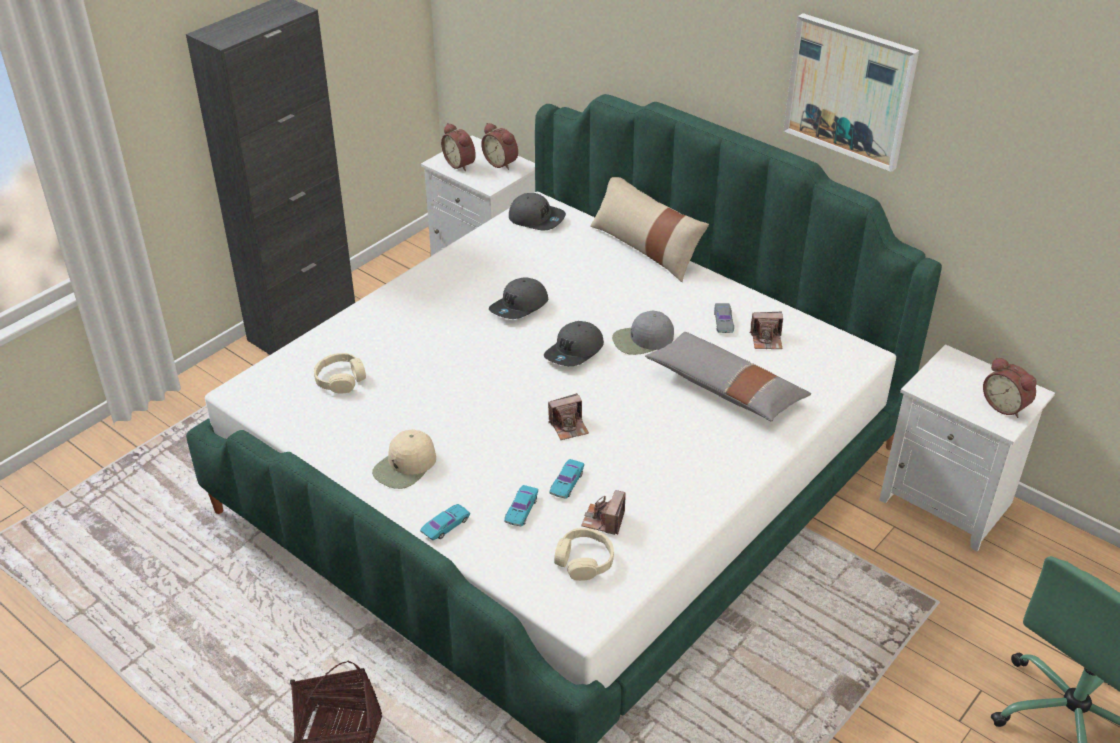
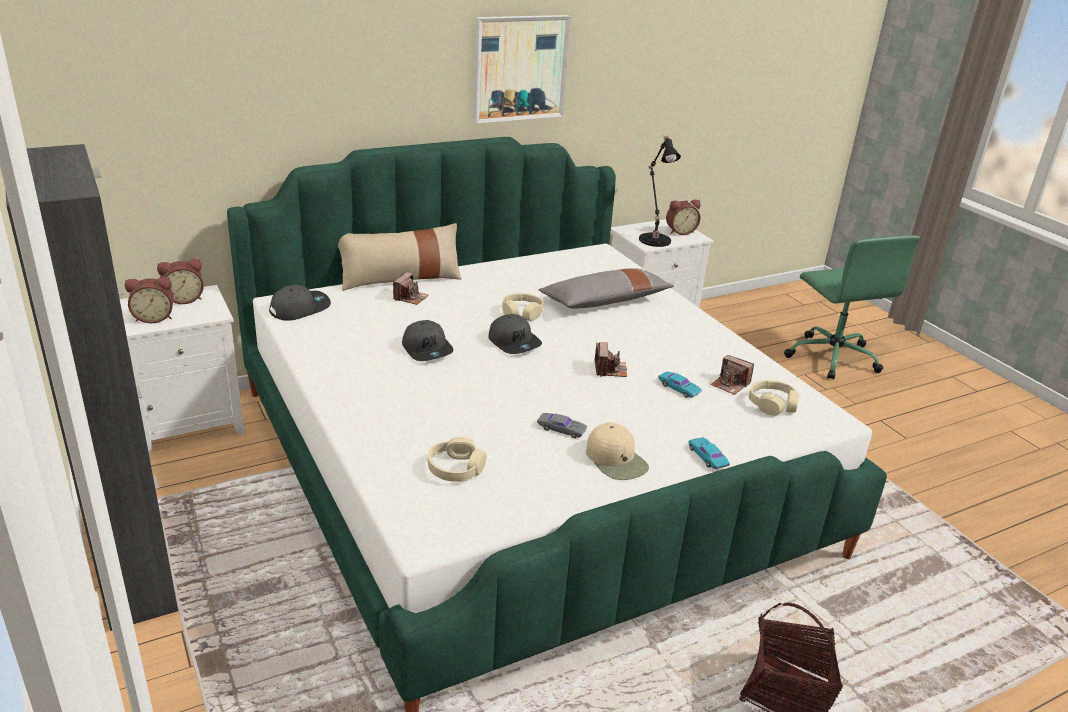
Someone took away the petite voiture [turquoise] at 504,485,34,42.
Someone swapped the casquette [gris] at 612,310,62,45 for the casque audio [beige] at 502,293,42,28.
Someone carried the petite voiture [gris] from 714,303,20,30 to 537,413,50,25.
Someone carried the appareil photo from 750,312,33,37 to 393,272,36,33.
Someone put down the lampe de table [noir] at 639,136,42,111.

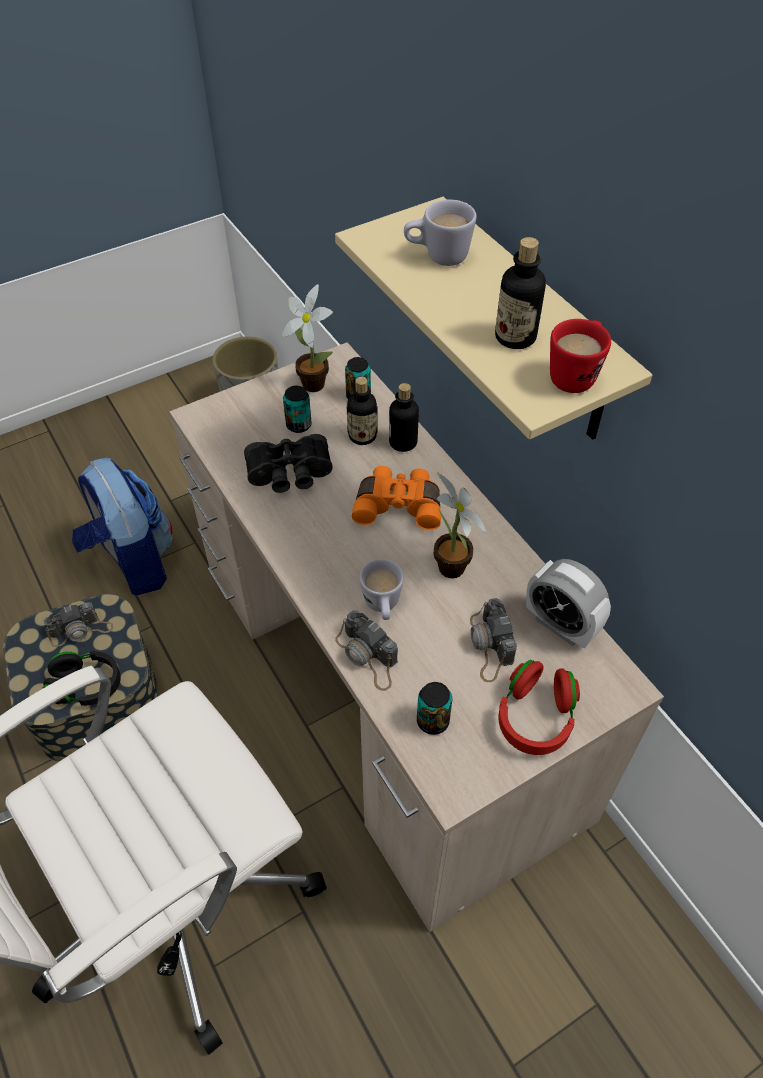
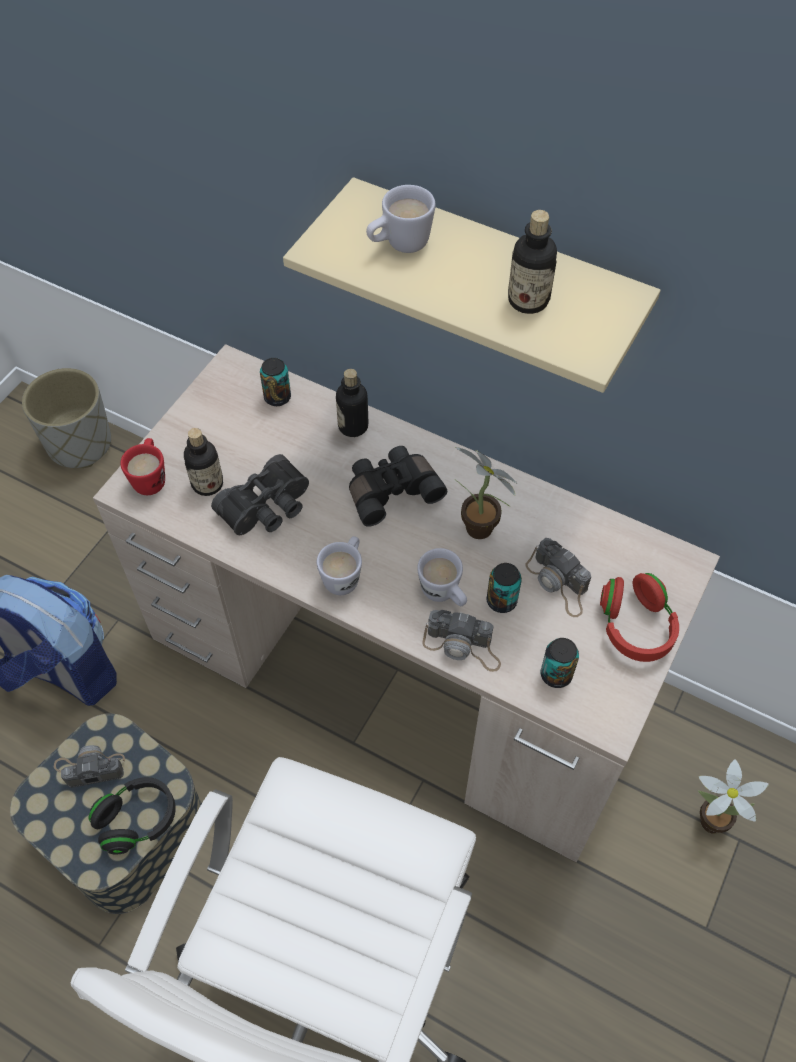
Someone rotated the appareil photo at 43,602,71,45 by 135 degrees counterclockwise.
Someone carried the plante en pot from 282,284,51,108 to 698,759,71,75.
Someone carried the boîte métallique from 283,386,29,47 to 486,563,36,50.
Someone carried the bouteille from 346,377,32,68 to 184,428,39,68.
Someone repainted the jumelles [orange] at 352,466,89,64, which became the jumelles [noir] at 349,446,98,81.
Someone took away the réveil at 526,559,85,89.
Someone carried the mug [rouge] from 550,319,61,74 to 120,438,45,57.
Someone put down the mug [blanc] at 317,536,45,59.

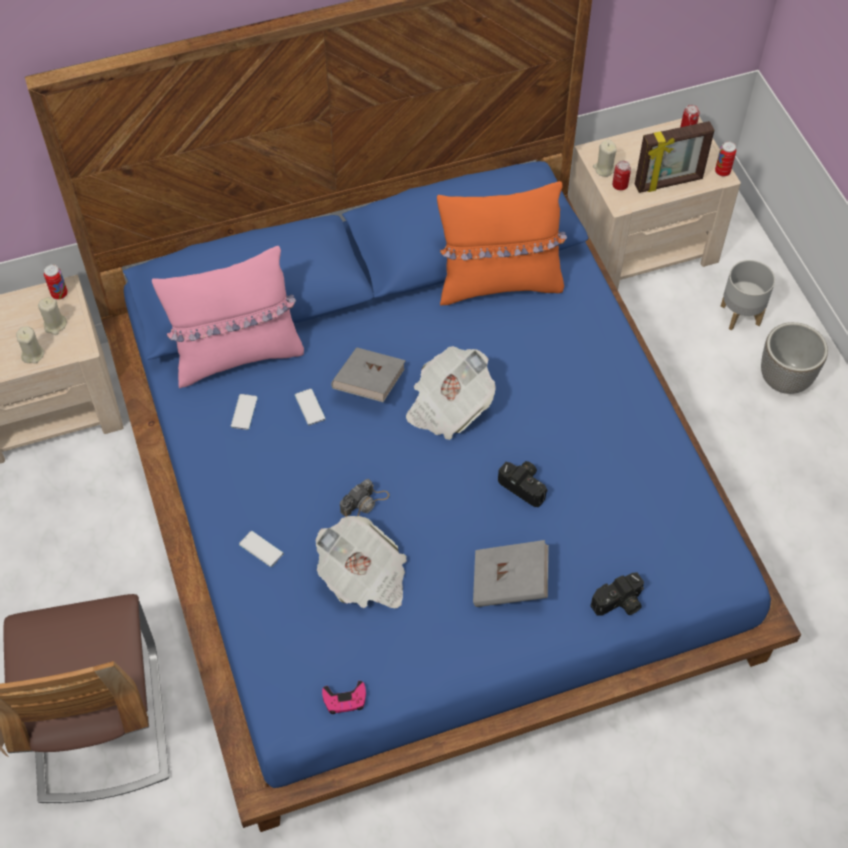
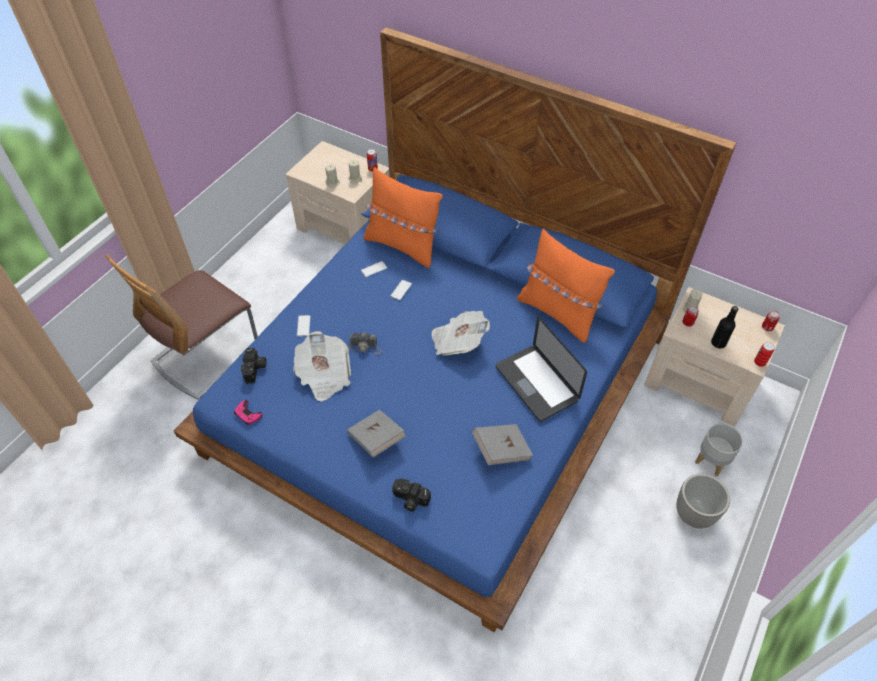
Someone repainted the coussin [rose] at 152,246,152,142, which became the coussin [orange] at 363,167,79,101.
Someone carried the livre [gris] from 331,348,75,54 to 472,424,61,41.
Someone carried the appareil photo from 498,461,50,46 to 241,348,26,36.
Someone swapped the cadre photo at 635,121,79,72 for the bouteille [noir] at 711,306,27,43.
Someone put down the ordinateur portable at 496,317,91,105.

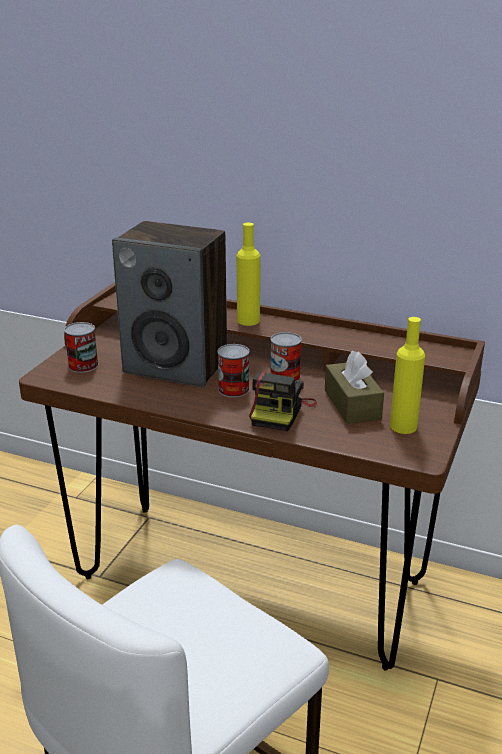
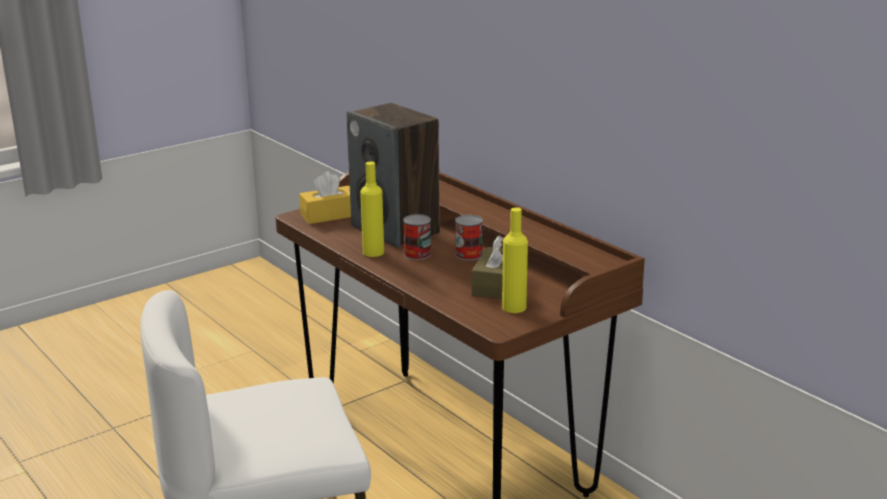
Someone swapped the boîte métallique at 64,322,35,51 for the boîte à mouchoirs [jaune] at 299,171,52,53.
Someone carried the bouteille [jaune] from 237,223,23,103 to 360,162,24,95.
Someone took away the appareil photo at 249,372,68,59.

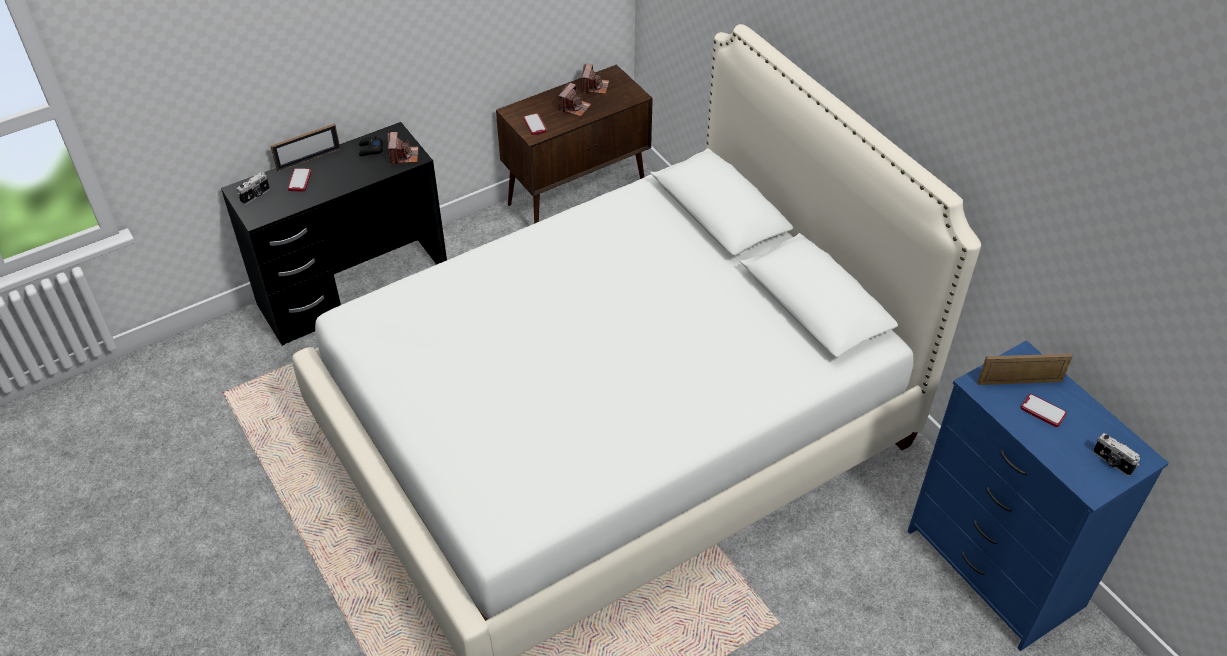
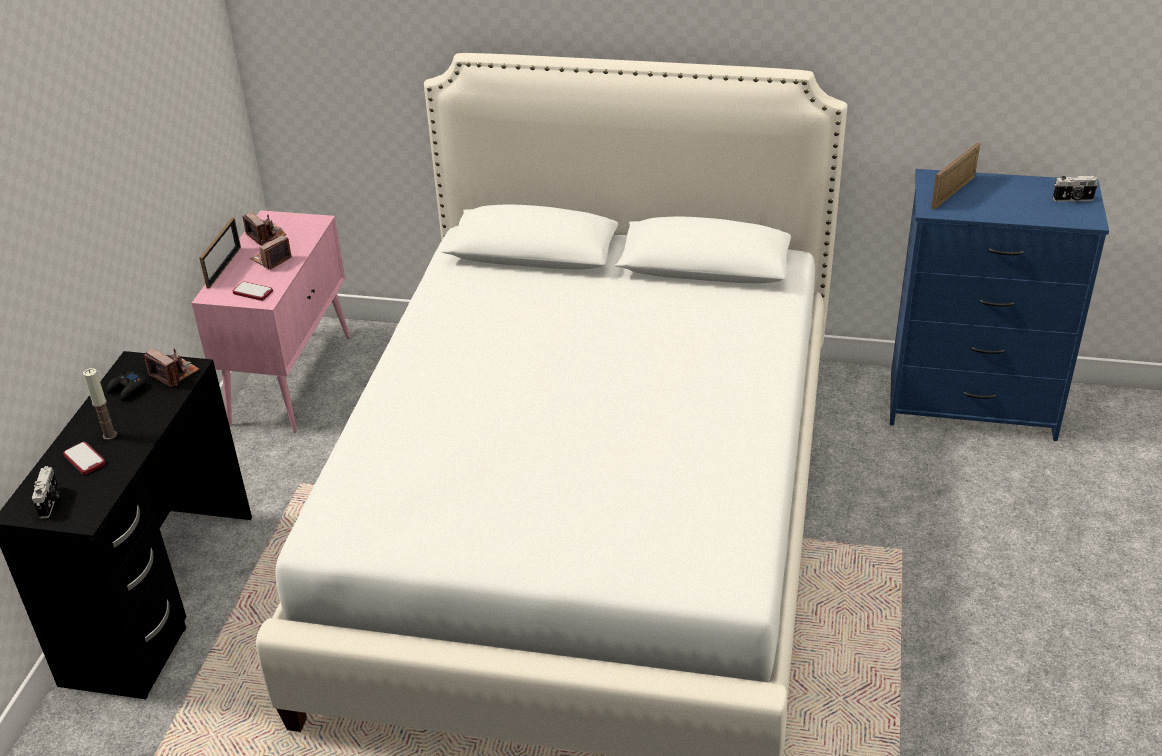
Someone carried the cadre photo from 271,124,69,48 to 199,218,42,71.
Someone repainted the meuble de rangement [marron] at 496,64,157,160, which became the meuble de rangement [rose] at 192,210,158,222.
Someone rotated the appareil photo at 558,83,33,34 by 120 degrees counterclockwise.
Someone took away the téléphone at 1021,394,46,33.
Someone put down the bougie at 83,368,34,72.

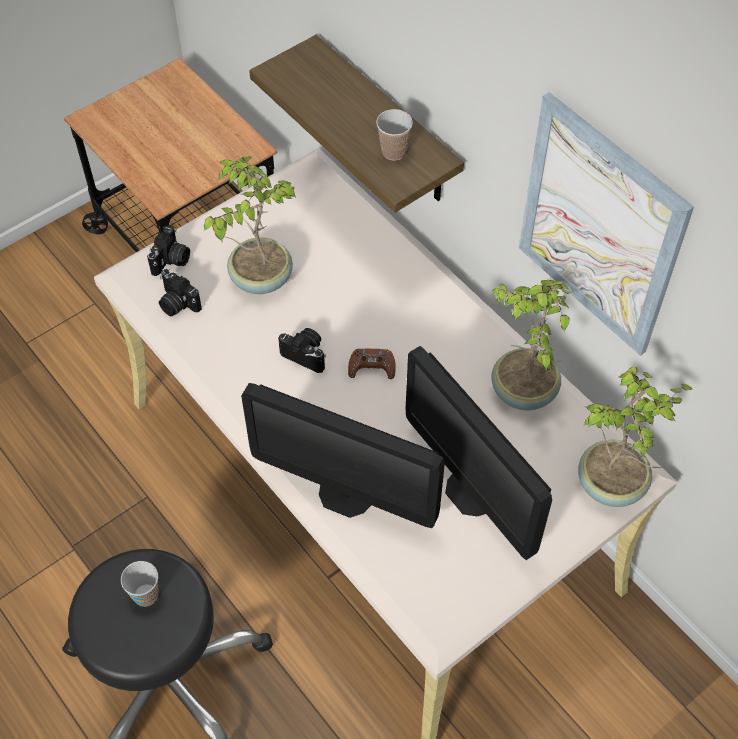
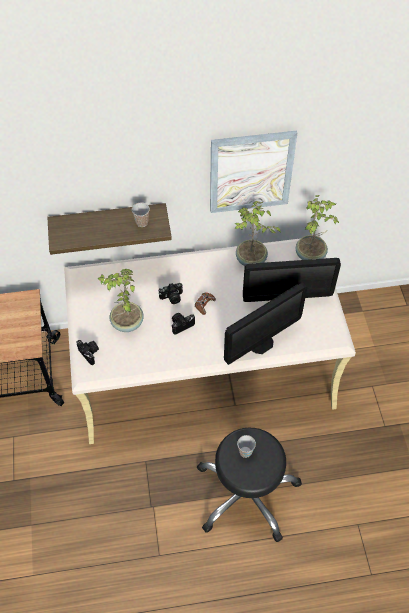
Someone carried the appareil photo from 159,269,43,47 to 159,283,24,21.

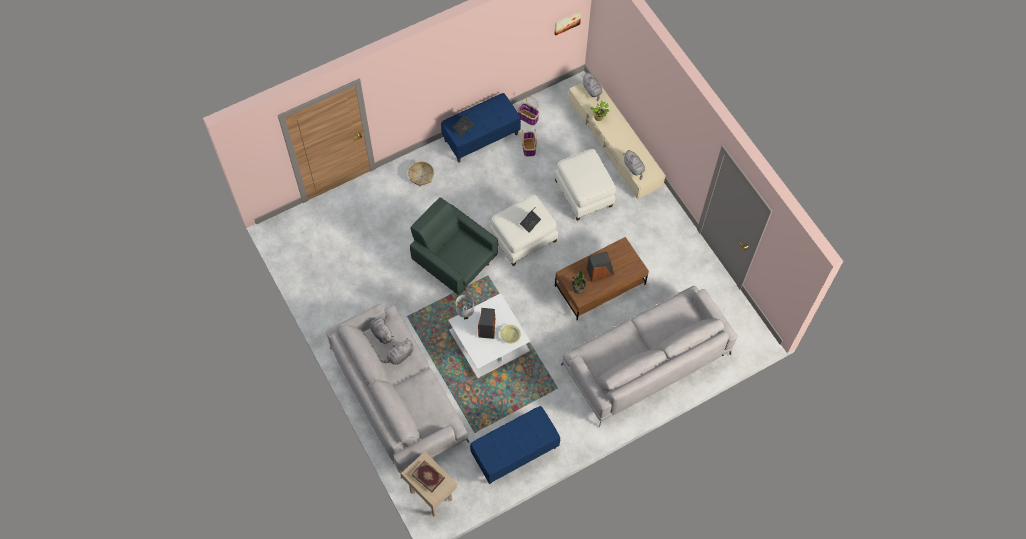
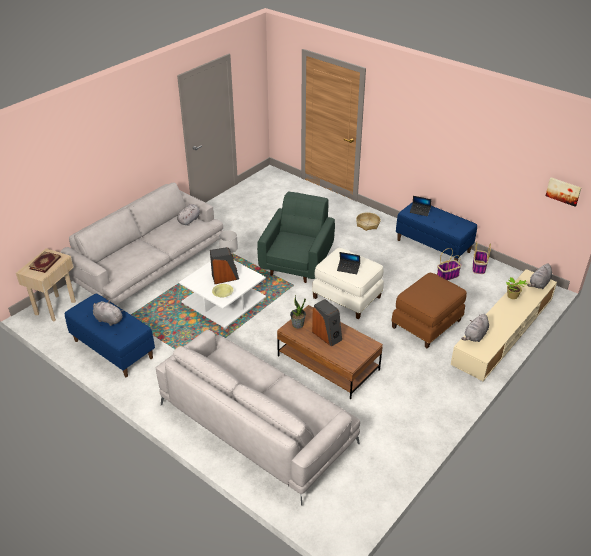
Someone carried the peluche [gris] from 381,338,32,27 to 93,301,30,25.
Someone repainted the pouf [blanc] at 554,149,62,72, which became the pouf [marron] at 391,273,76,75.

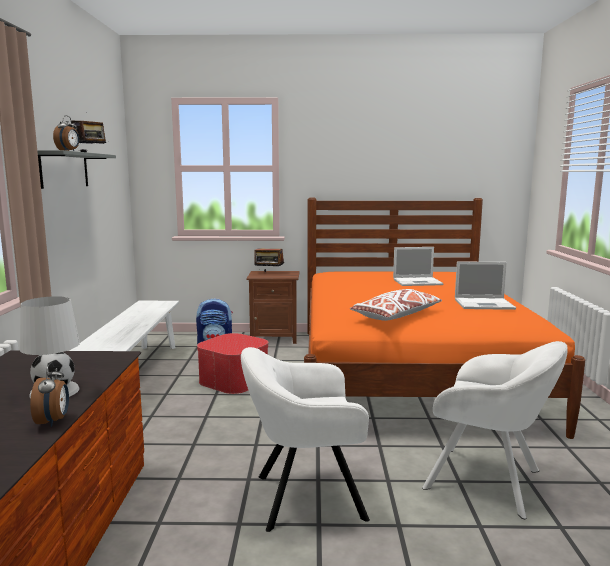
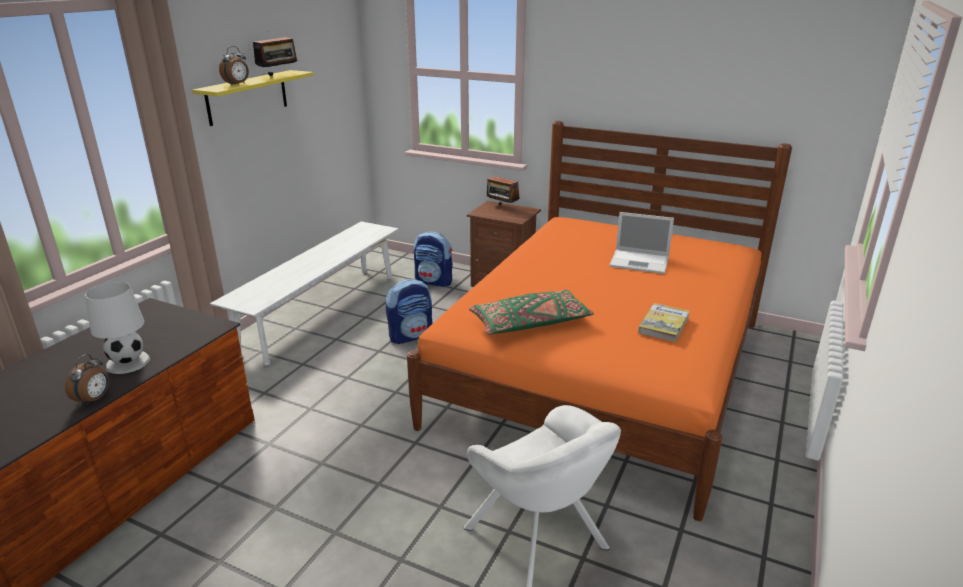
Someone repainted the étagère [gris] at 37,150,79,39, which became the étagère [jaune] at 192,70,122,56.
Someone swapped the pouf at 197,333,72,61 for the sac à dos at 386,279,47,65.
Someone took away the fauteuil [blanc] at 241,347,129,185.
Someone repainted the coussin [blanc] at 350,289,92,32, which became the coussin [vert] at 469,290,125,44.
Someone swapped the ordinateur portable at 455,261,61,49 for the livre at 638,303,52,39.

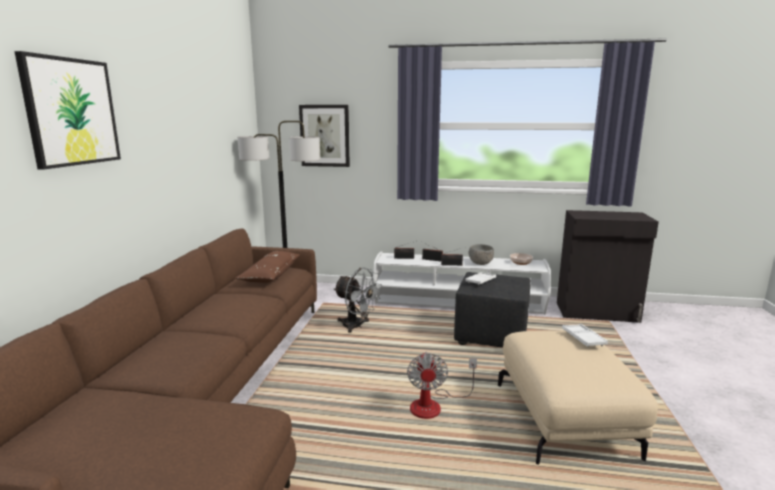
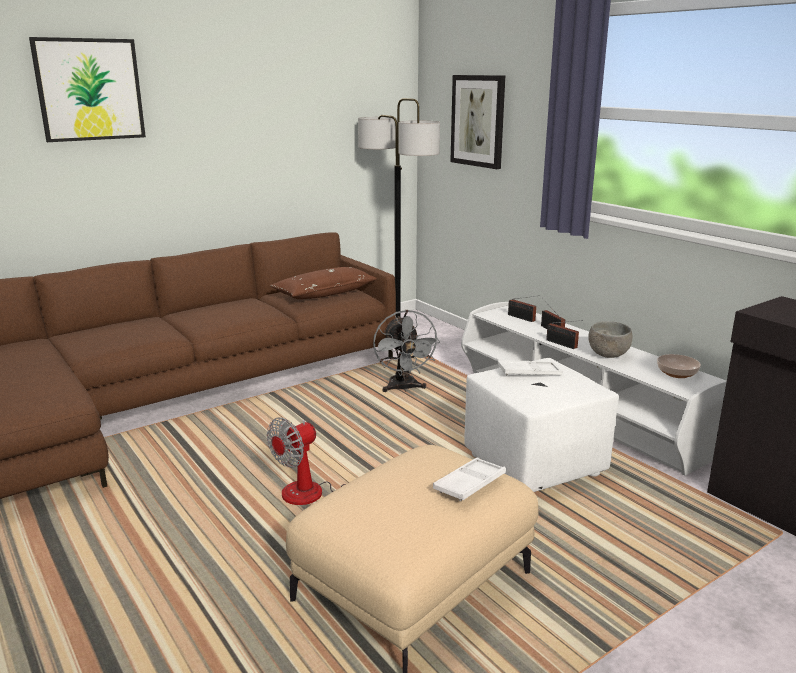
Someone repainted the pouf [noir] at 454,272,77,76, which became the pouf [blanc] at 464,358,155,134.

